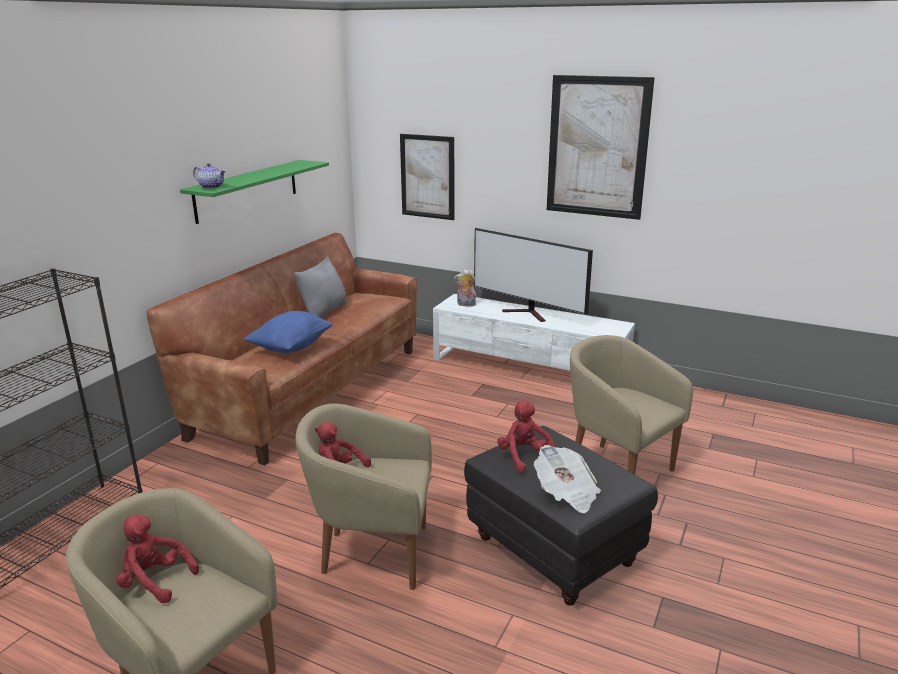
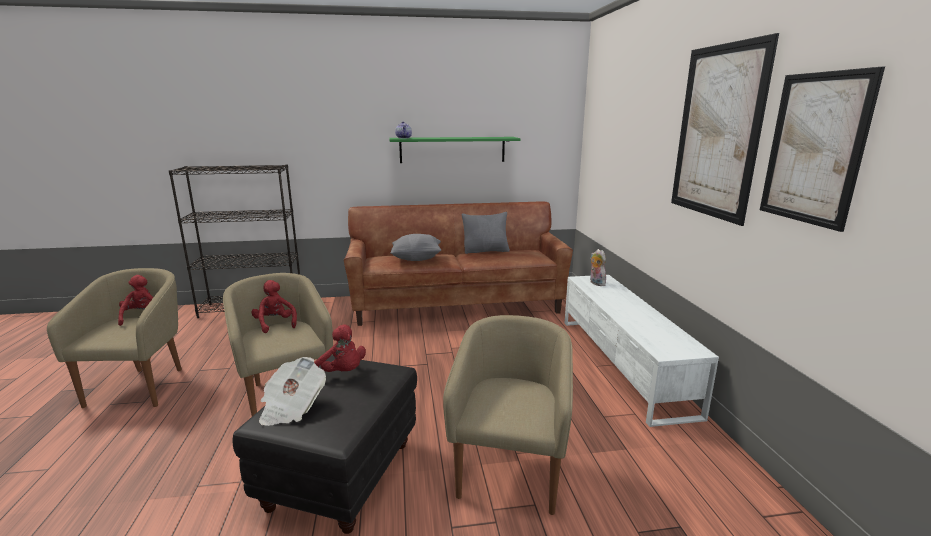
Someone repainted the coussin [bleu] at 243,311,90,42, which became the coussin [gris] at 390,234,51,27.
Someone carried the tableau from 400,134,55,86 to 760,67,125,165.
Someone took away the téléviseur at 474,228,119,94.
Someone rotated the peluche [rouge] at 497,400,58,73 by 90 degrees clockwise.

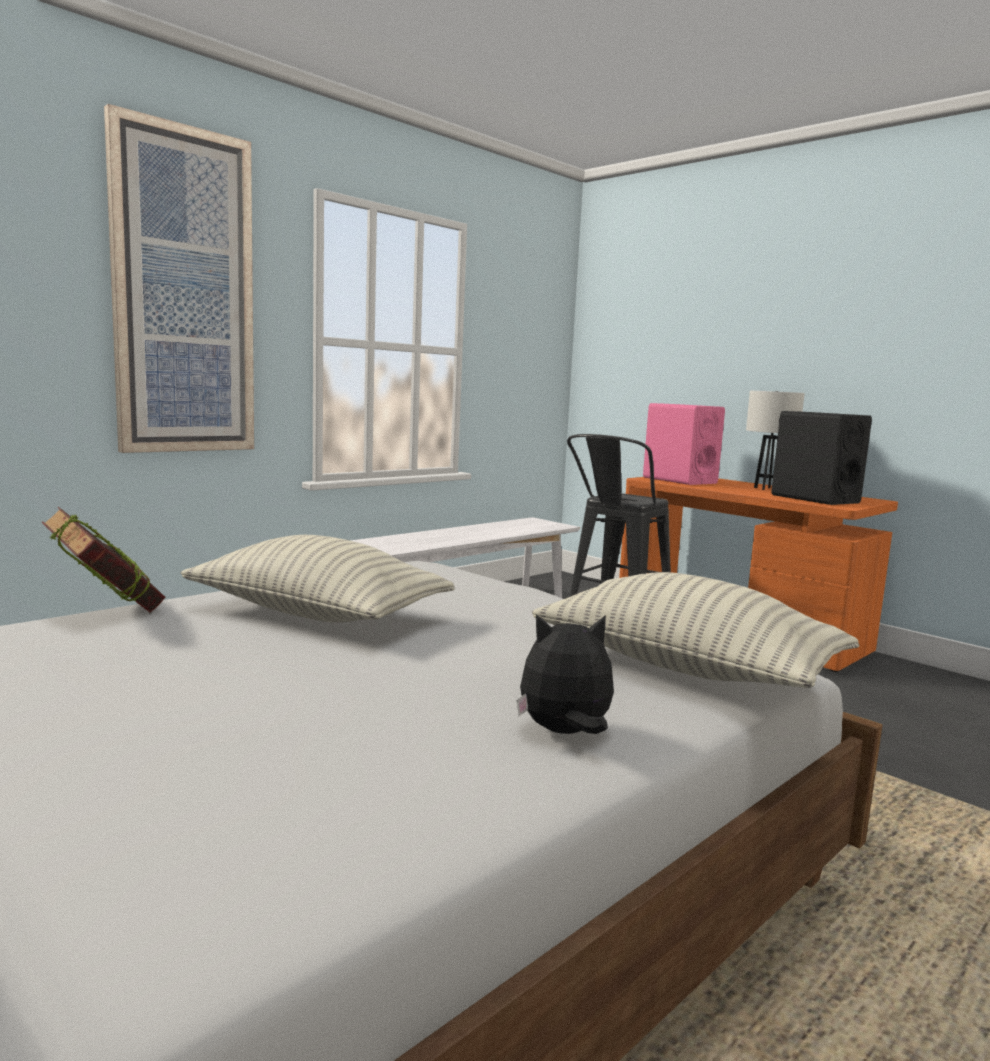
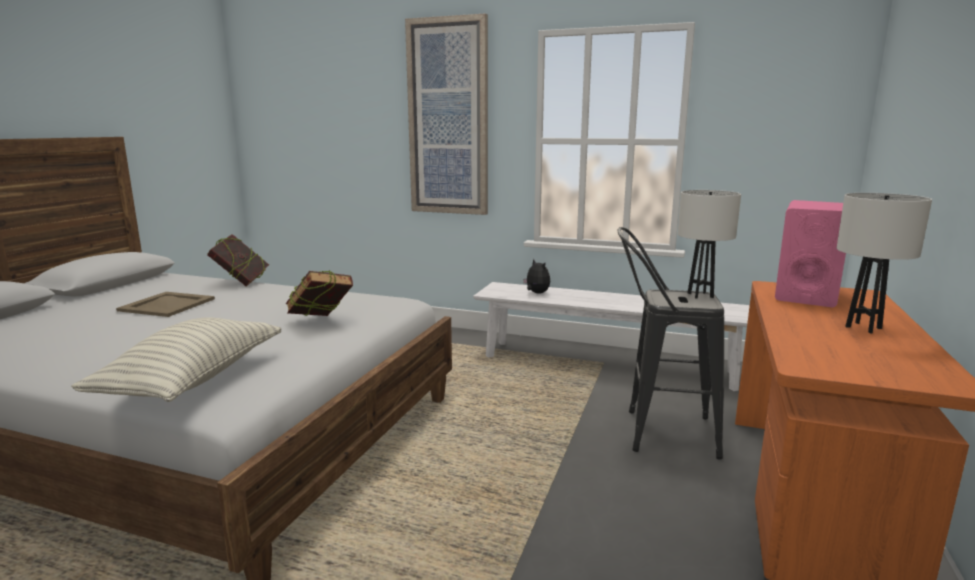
Someone took away the coussin at 181,535,274,87.
Someone carried the peluche from 517,614,97,120 to 523,259,27,35.
Someone took away the enceinte [noir] at 771,411,101,94.
Someone put down the plateau [beige] at 116,292,99,25.
Someone put down the livre at 286,270,67,46.
Someone put down the lampe de table [blanc] at 678,190,63,109.

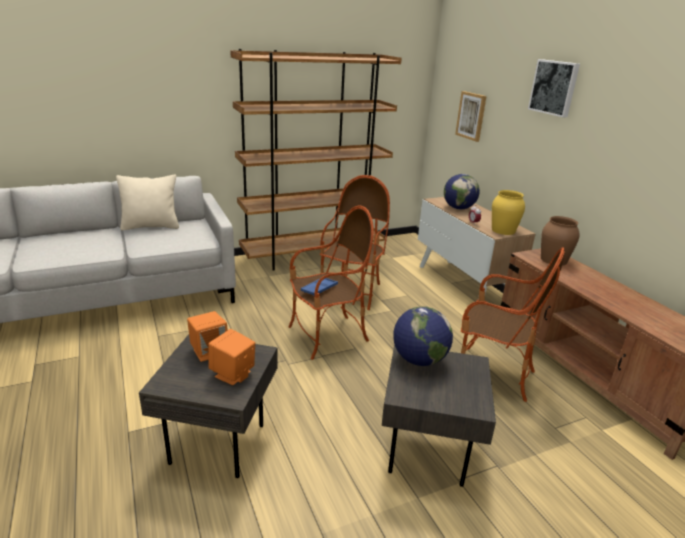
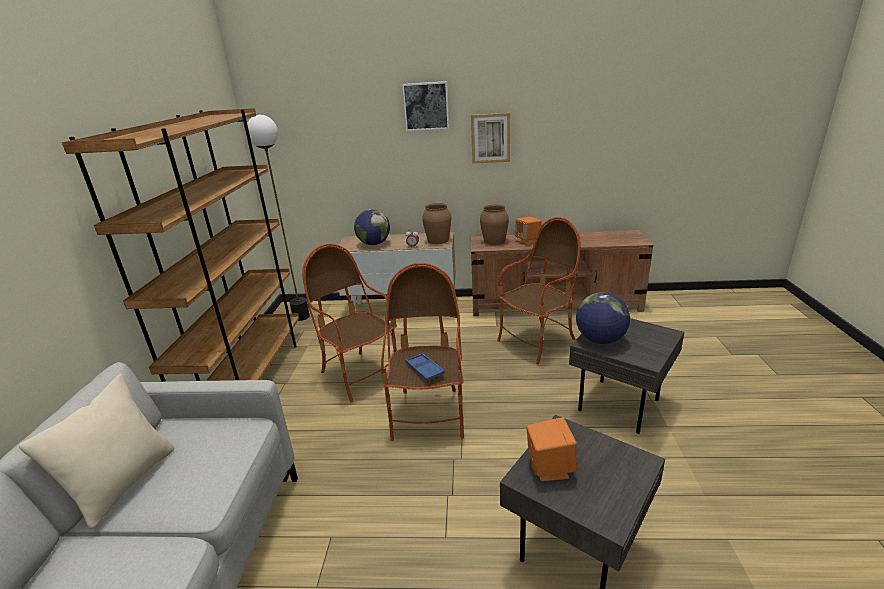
Someone carried the enceinte [orange] from 208,329,47,56 to 515,217,27,28.
Someone carried the tableau from 455,91,32,51 to 471,113,39,51.
Someone repainted the vase [jaune] at 492,190,33,45, which became the vase [marron] at 422,203,29,41.
Someone put down the lampadaire at 247,115,63,206.

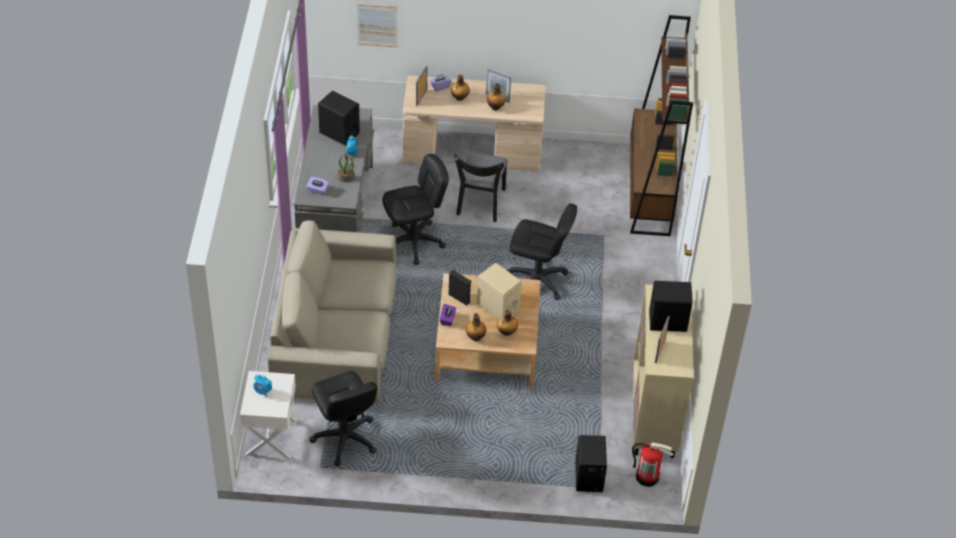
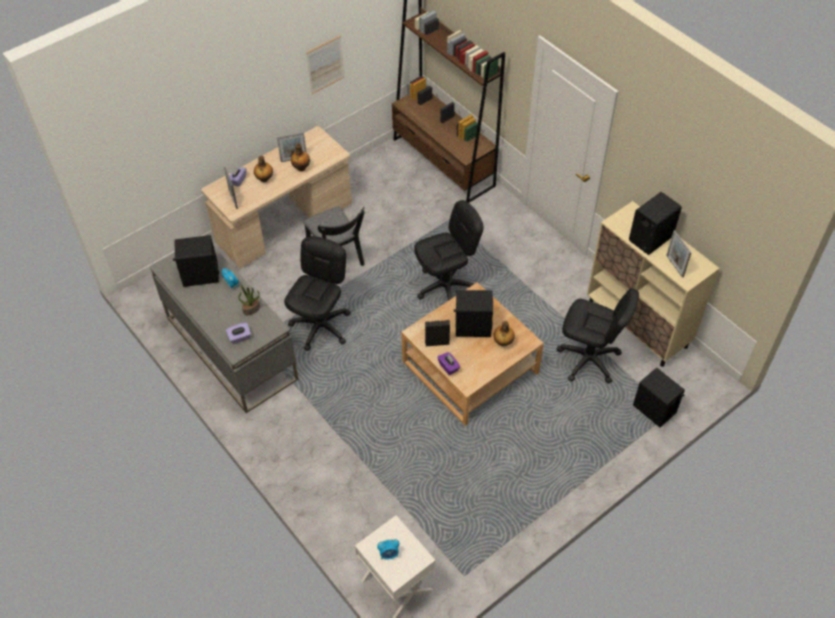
Someone took away the canapé [beige] at 267,220,130,183.
Someone carried the chaise de bureau [noir] from 310,371,67,95 to 556,288,83,96.
Someone carried the tableau from 357,4,41,43 to 306,36,38,59.
Someone took away the bouteille at 466,313,20,28.
Someone repainted the enceinte [beige] at 477,263,45,56, which became the enceinte [noir] at 454,290,39,47.
Someone took away the extincteur at 632,442,42,45.

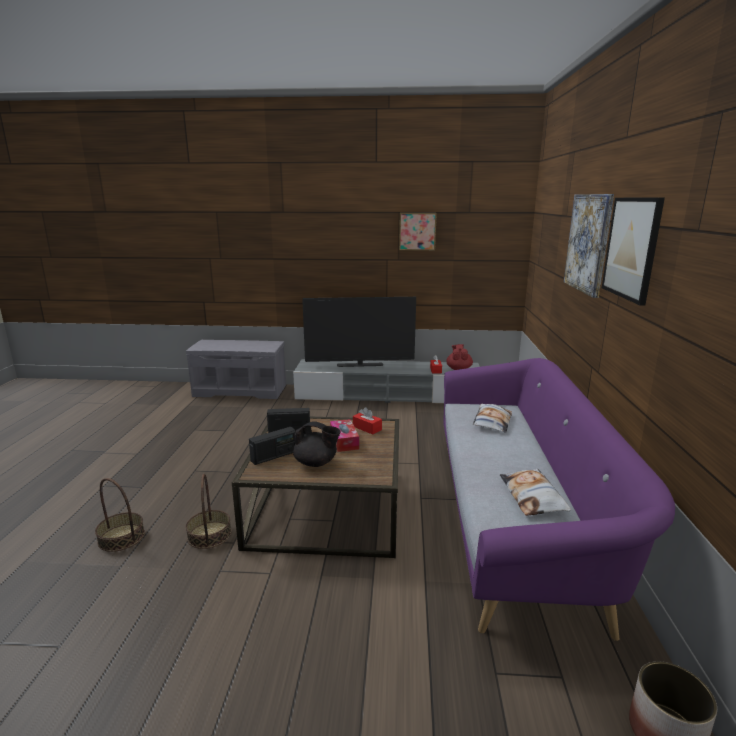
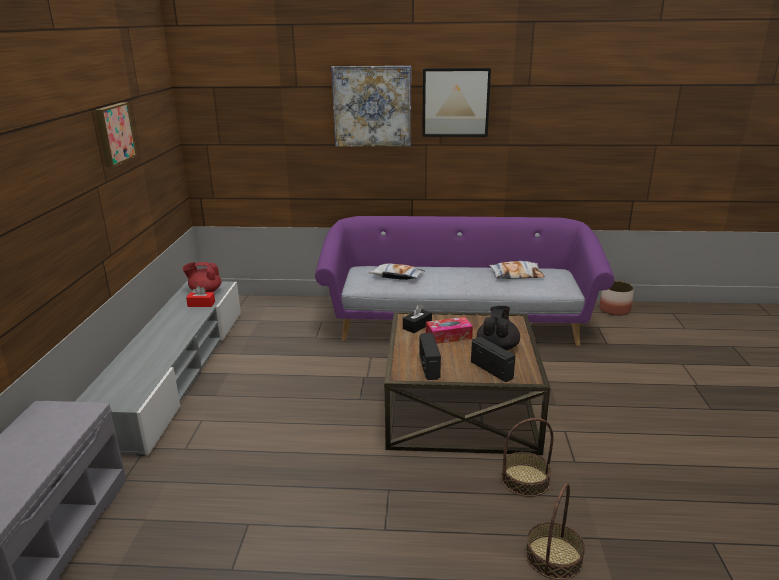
Someone took away the téléviseur at 302,297,114,70.
Someone repainted the boîte à mouchoirs [rouge] at 353,407,29,28, which became the boîte à mouchoirs [noir] at 403,305,29,28.

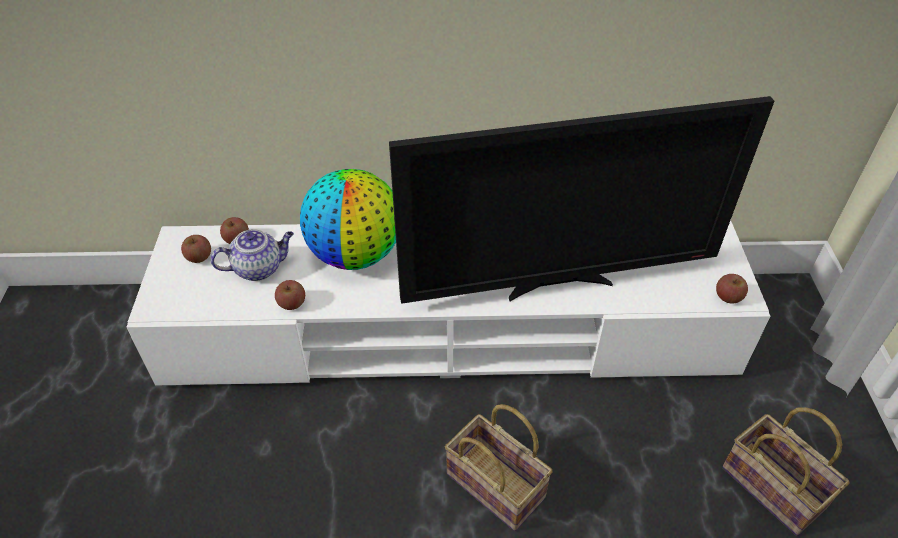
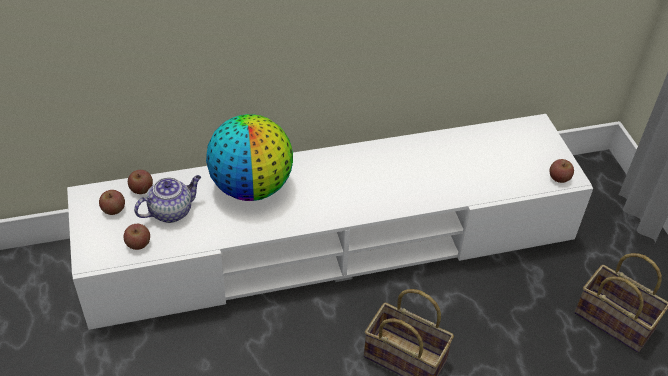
Someone carried the pomme from 275,280,30,30 to 123,224,27,26.
Someone took away the téléviseur at 389,96,385,208.

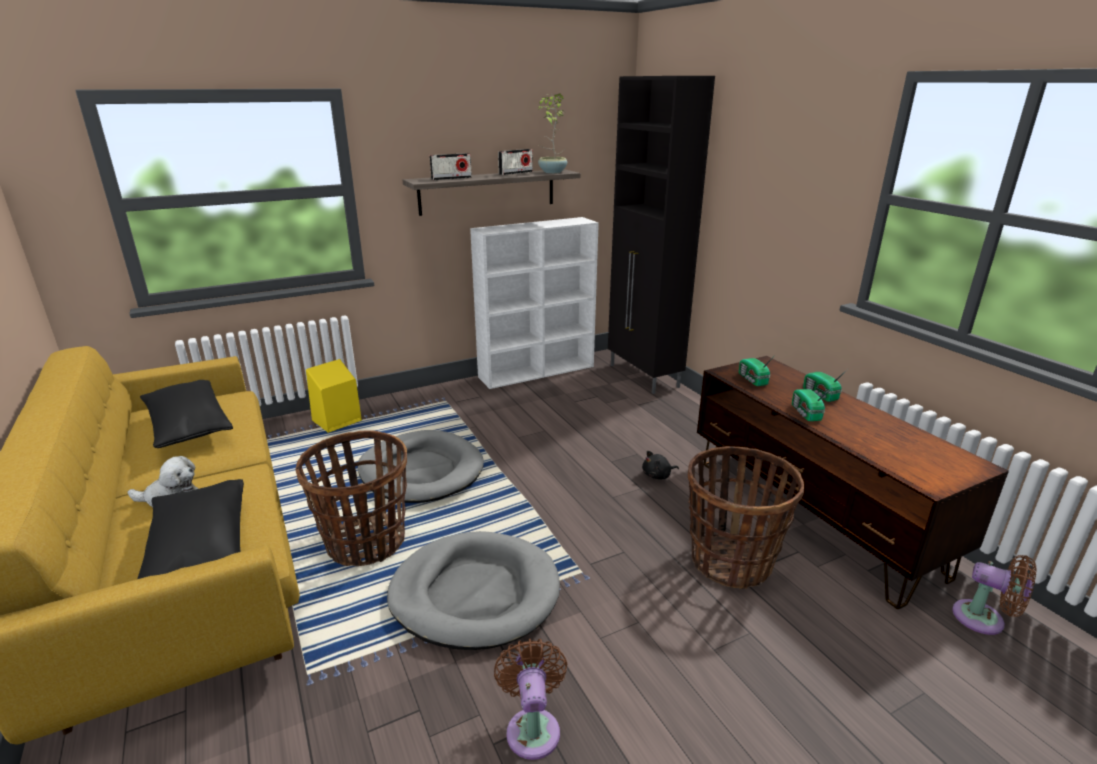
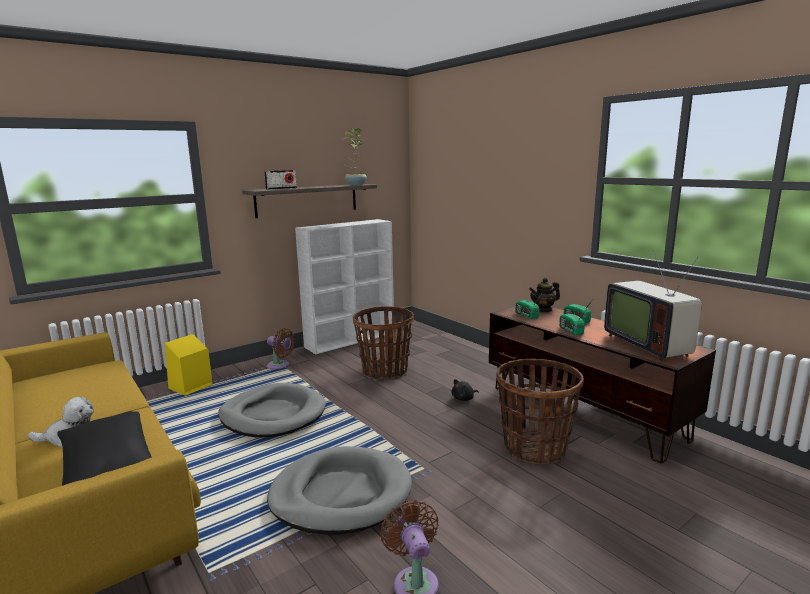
Someone took away the coussin [noir] at 140,380,93,68.
Someone carried the panier from 295,430,112,136 to 353,306,61,73.
Someone took away the radio at 498,149,35,26.
Someone took away the meuble de rangement [noir] at 608,76,107,318.
Someone carried the ventilateur [marron] from 952,555,85,80 to 267,328,28,41.
Someone put down the théière at 529,278,31,34.
Someone put down the téléviseur at 604,250,98,111.

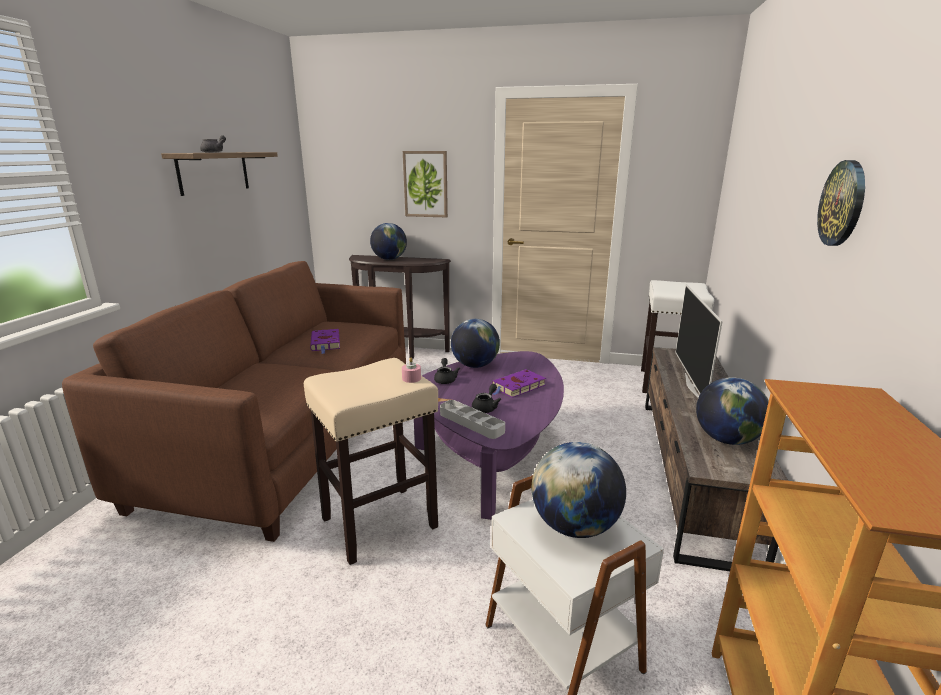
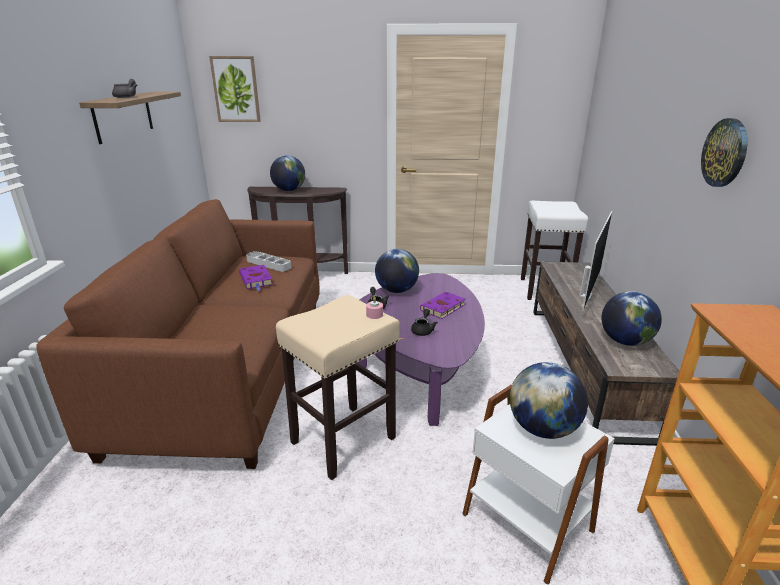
Someone carried the tableau from 403,151,45,67 to 209,56,52,66.
Someone carried the plateau [gris] from 440,400,65,39 to 246,251,45,21.
Someone rotated the téléviseur at 675,284,48,114 by 150 degrees counterclockwise.

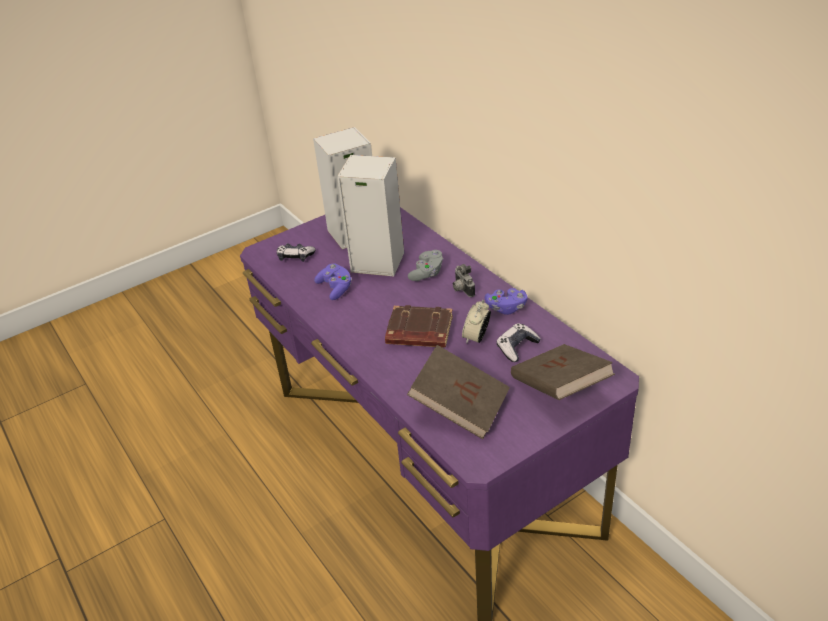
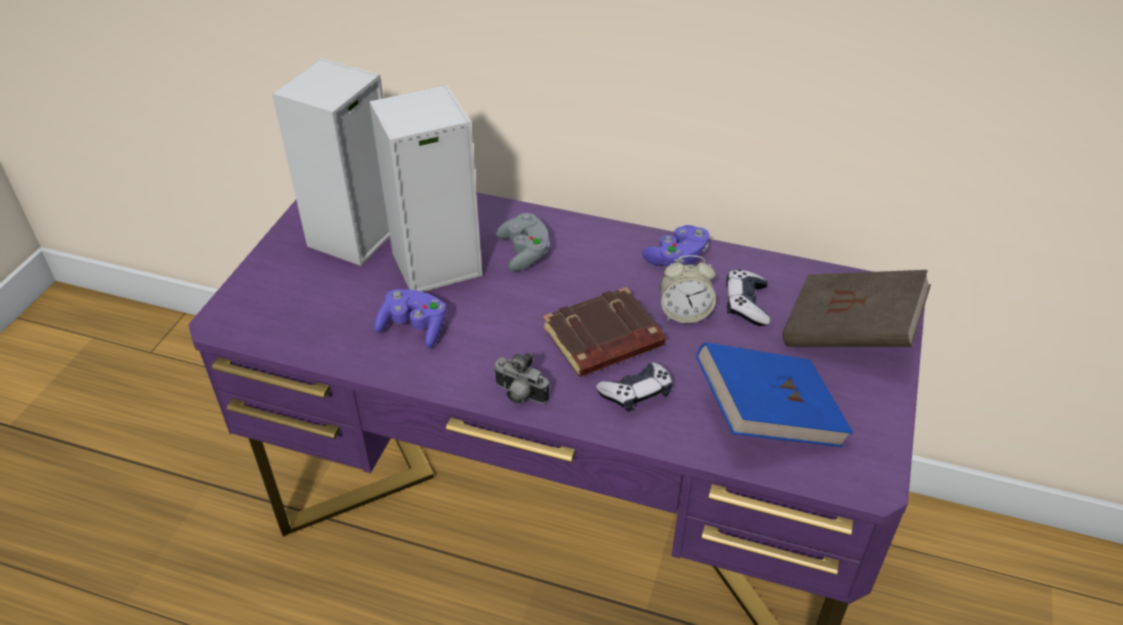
Someone carried the manette from 277,243,39,19 to 596,362,76,50.
Someone repainted the livre [marron] at 407,345,103,94, which became the livre [bleu] at 696,342,157,105.
Someone carried the appareil photo from 453,264,22,33 to 493,352,56,52.
Someone rotated the réveil at 462,300,29,44 by 75 degrees counterclockwise.

